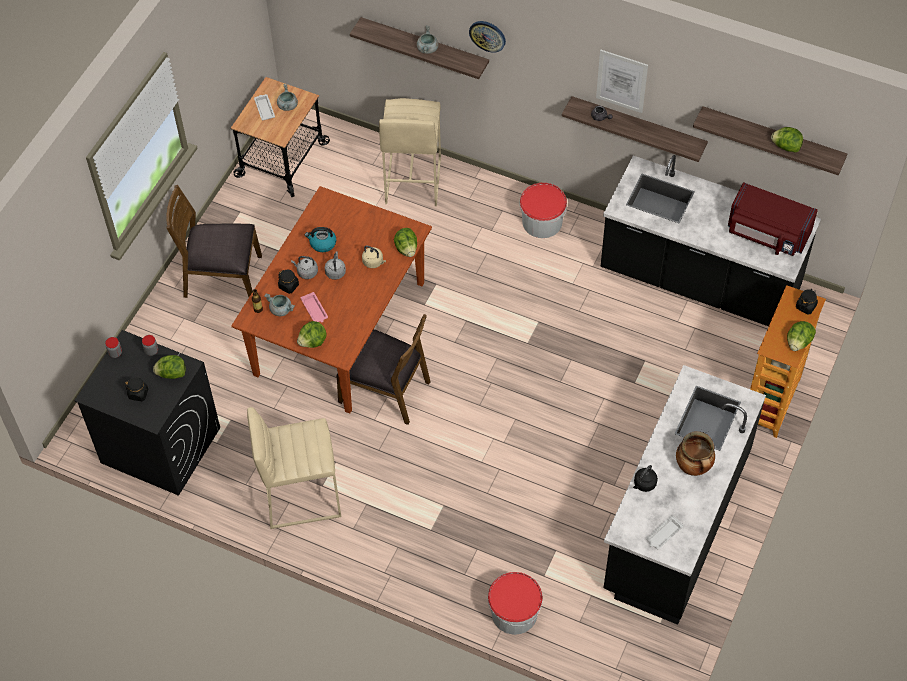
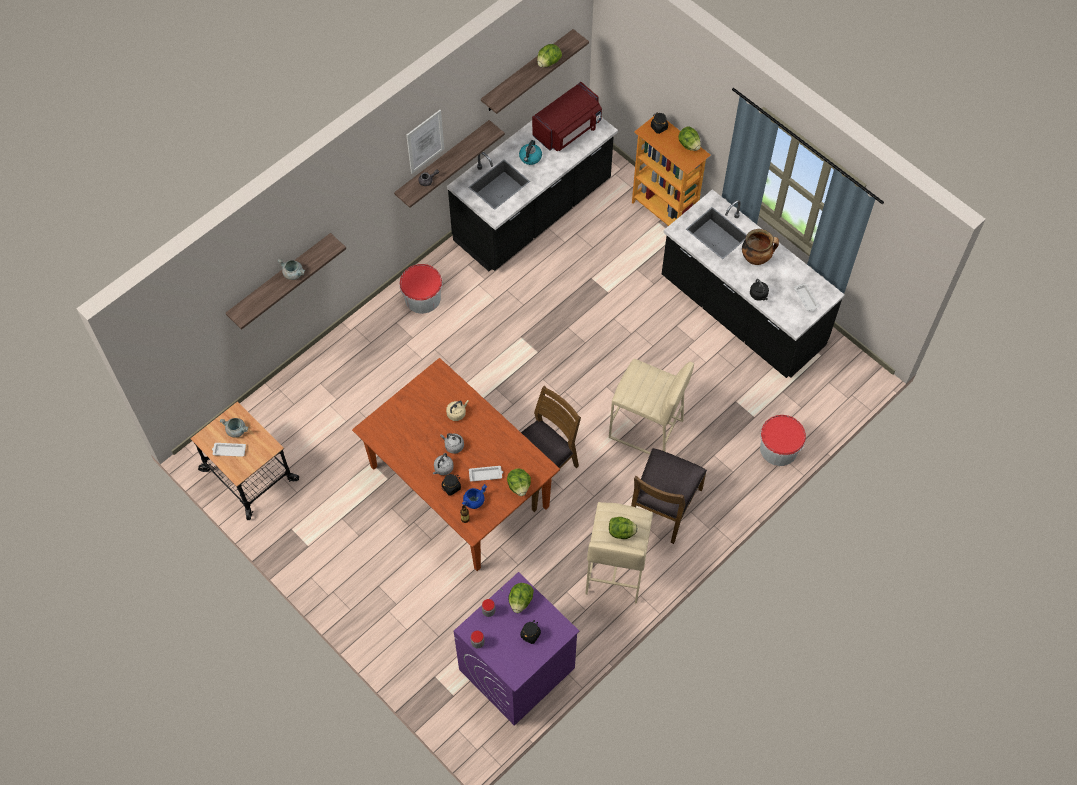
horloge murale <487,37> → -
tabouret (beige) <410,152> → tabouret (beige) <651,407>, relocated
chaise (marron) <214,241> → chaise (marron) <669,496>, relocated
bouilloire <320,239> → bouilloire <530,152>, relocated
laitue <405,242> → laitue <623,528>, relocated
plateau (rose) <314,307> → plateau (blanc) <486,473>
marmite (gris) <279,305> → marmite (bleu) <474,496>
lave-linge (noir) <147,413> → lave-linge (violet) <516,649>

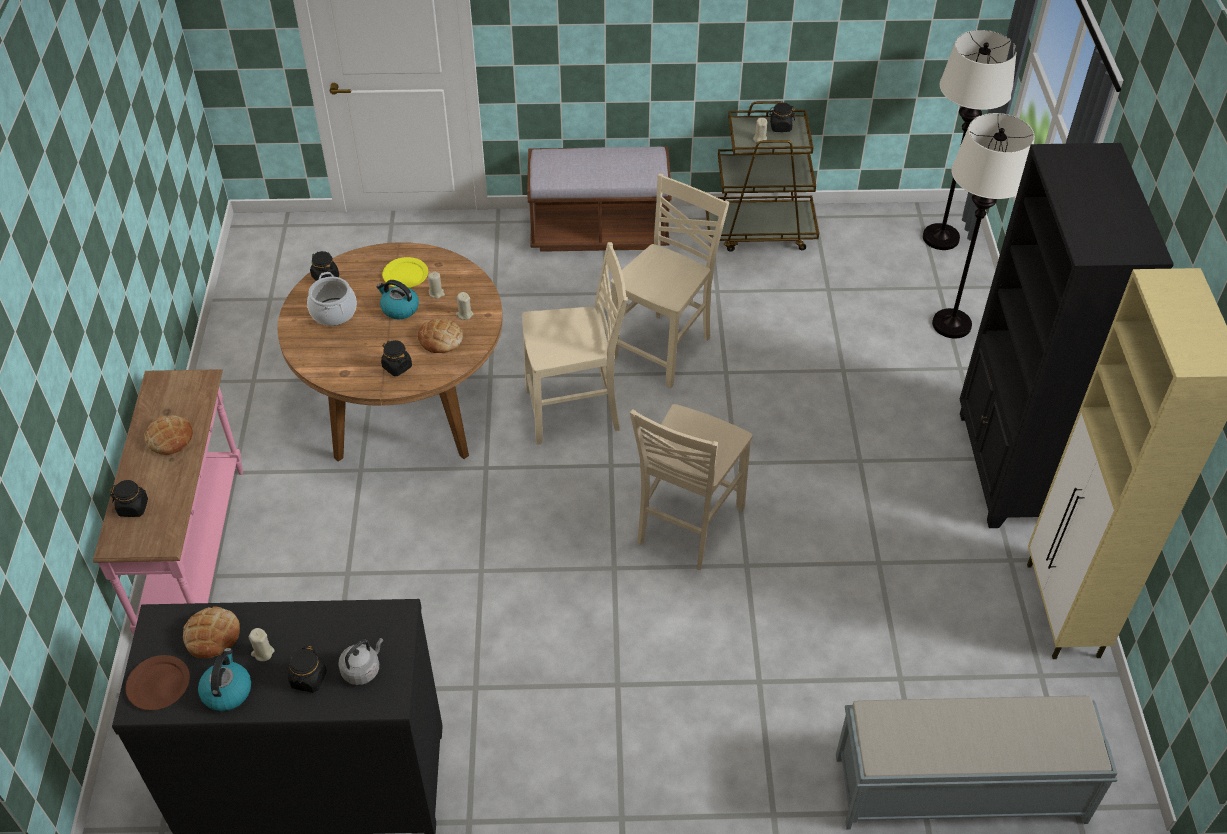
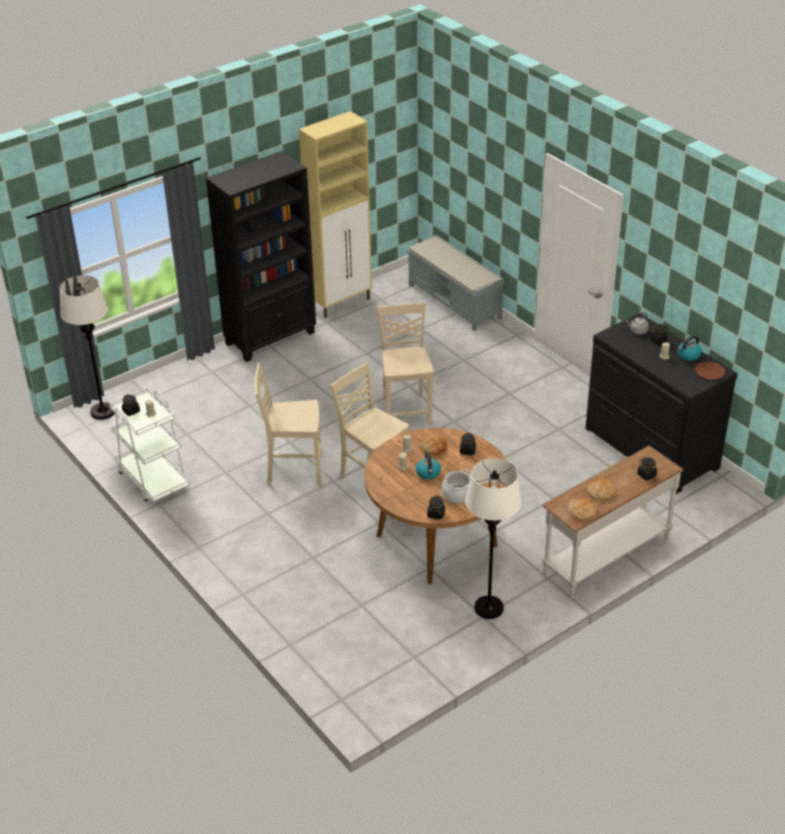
chariot (marron) <762,176> → chariot (blanc) <150,445>
lampadaire (blanc) <983,225> → lampadaire (blanc) <493,538>, relocated
banc (marron) <599,199> → -
assiette (jaune) <405,272> → -
table console (rose) <168,501> → table console (blanc) <612,522>
chaise (beige) <691,487> → chaise (beige) <405,364>, 90 degrees counterclockwise
pain <211,632> → pain <582,509>, relocated

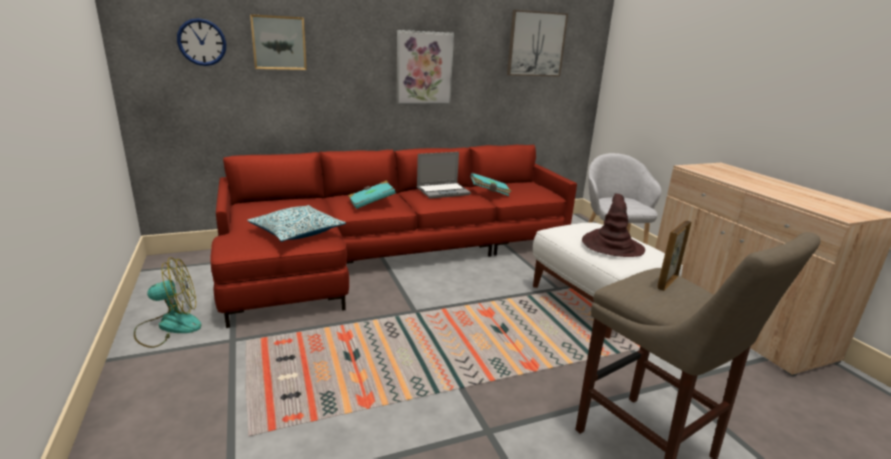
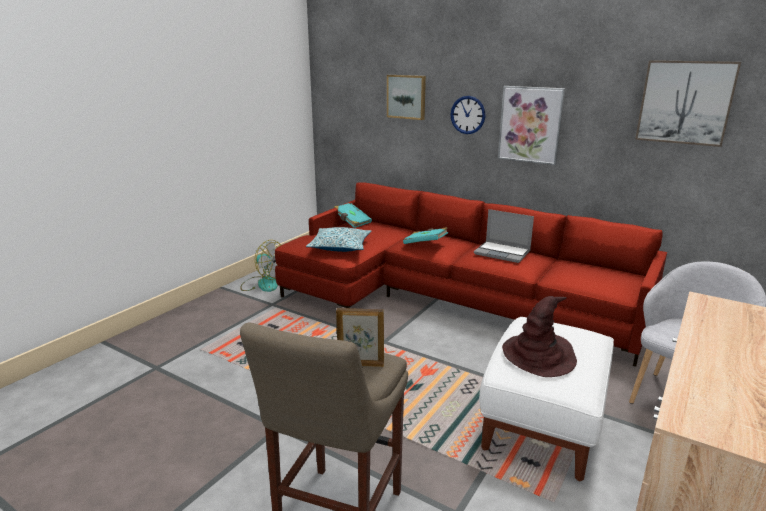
horloge murale <201,42> → horloge murale <468,115>, relocated
livre (turquoise) <491,184> → livre (turquoise) <353,215>, relocated

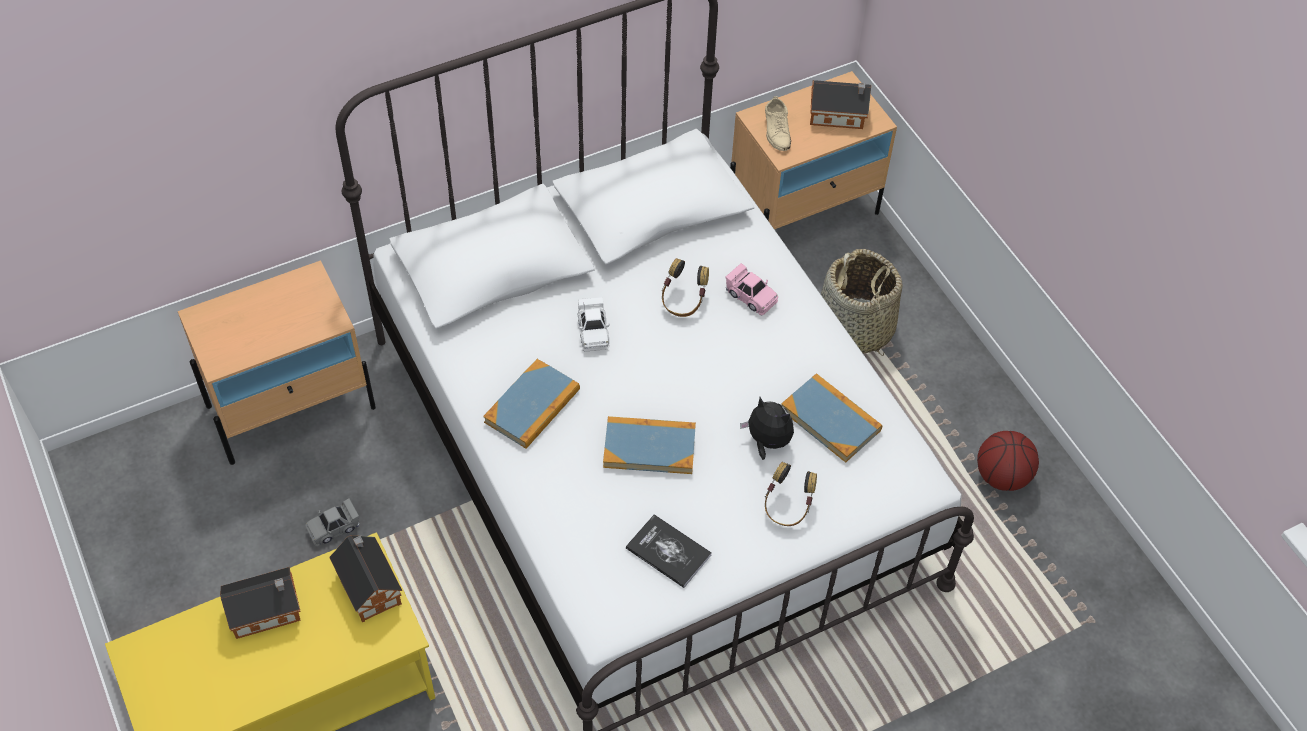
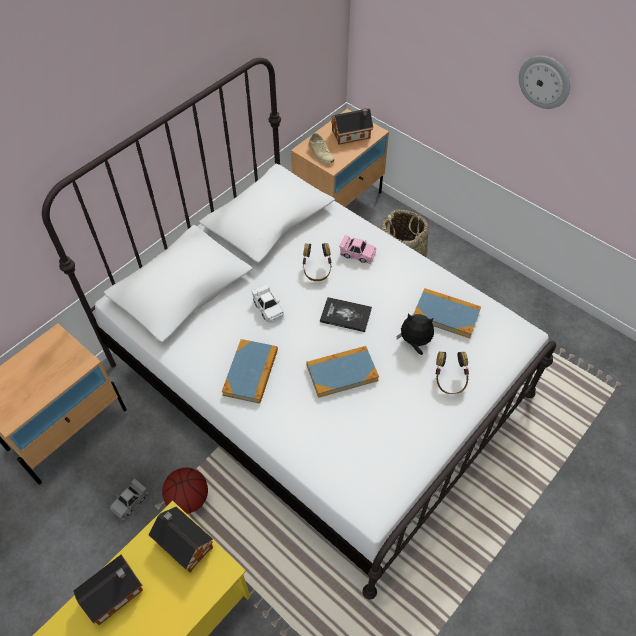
ballon de basket <1008,461> → ballon de basket <185,491>, relocated
livre <669,551> → livre <346,314>, relocated
- → horloge murale <544,82>

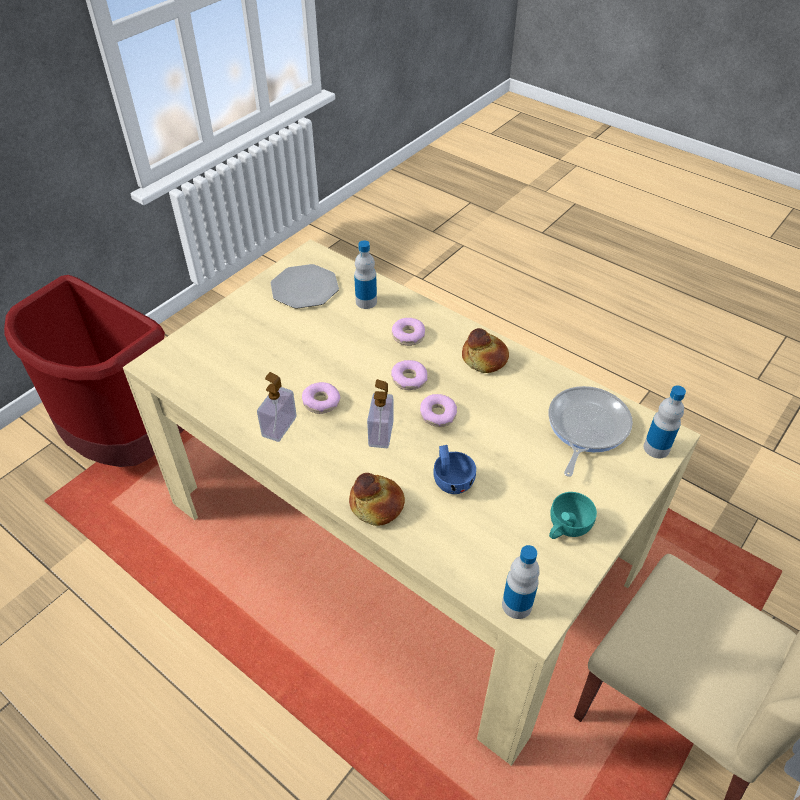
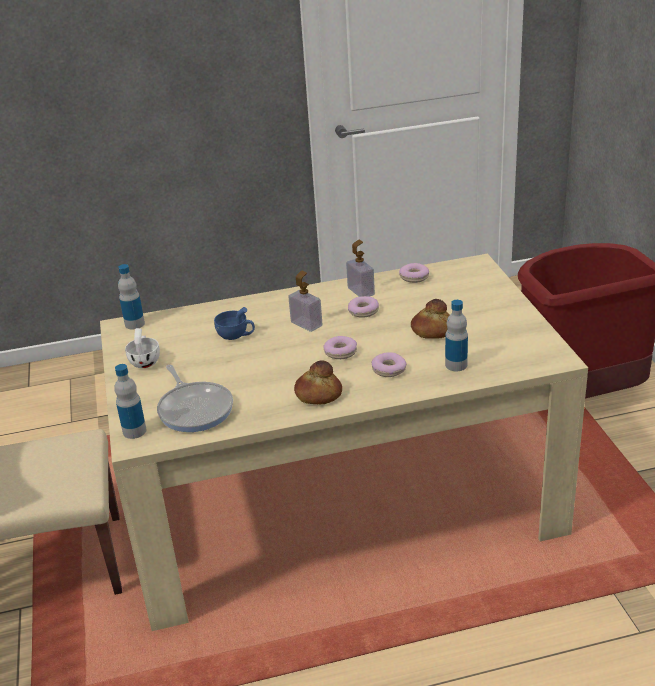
assiette <305,286> → -
beignet <438,410> → beignet <414,273>, relocated
pain <377,499> → pain <430,319>, relocated
tasse (turquoise) <573,515> → tasse (blanc) <142,348>

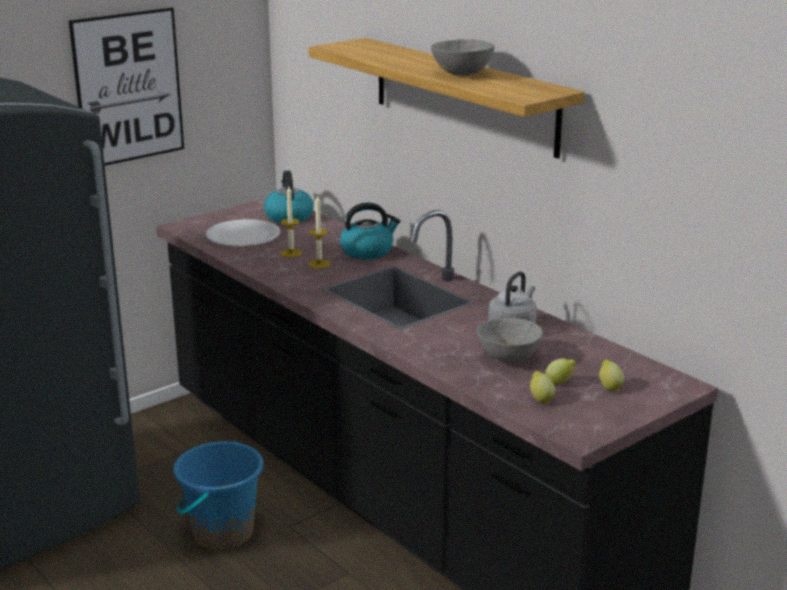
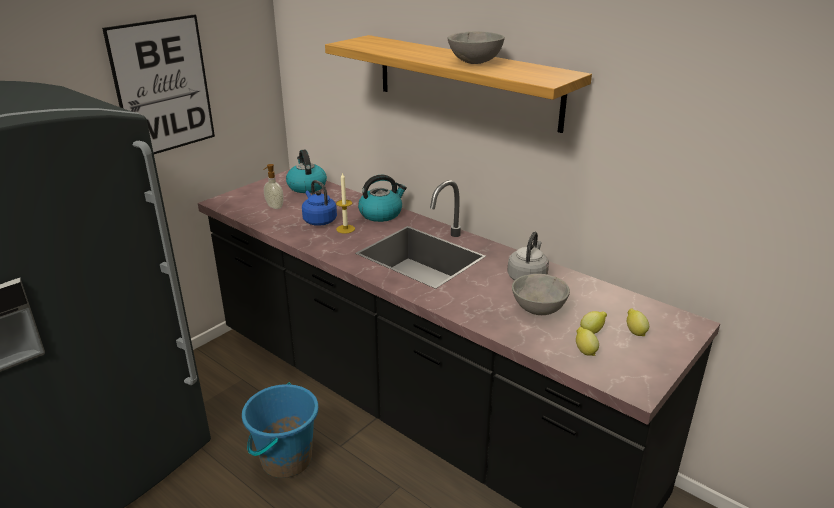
bougie <291,221> → bouilloire (bleu) <319,203>
assiette (blanc) <243,232> → distributeur de savon <273,186>

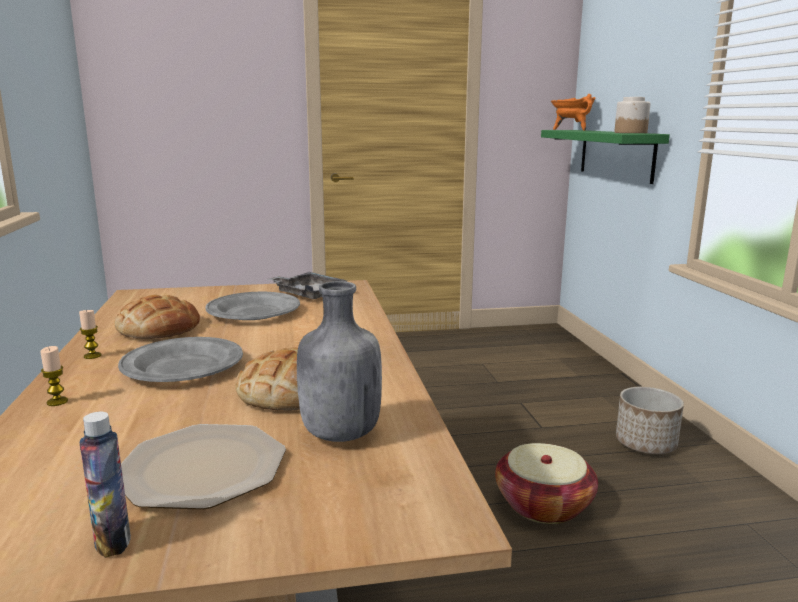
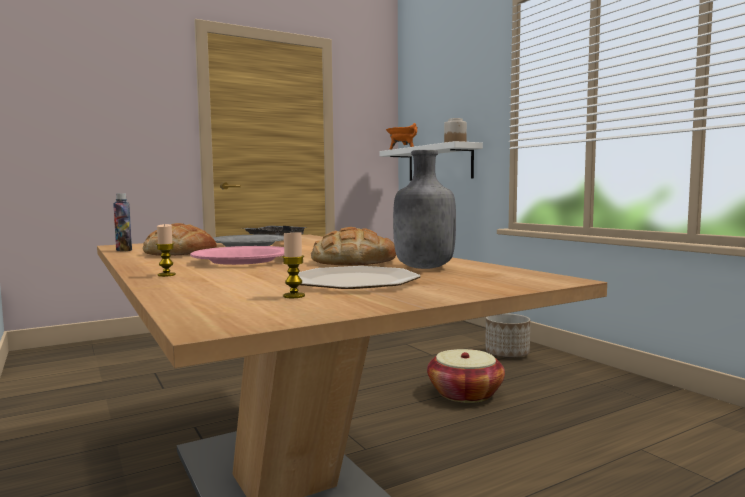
étagère (vert) <605,157> → étagère (blanc) <431,161>
bougie <90,334> → bougie <293,264>, relocated
assiette (gris) <180,359> → assiette (rose) <237,255>
bouteille <105,485> → bouteille <122,222>, relocated

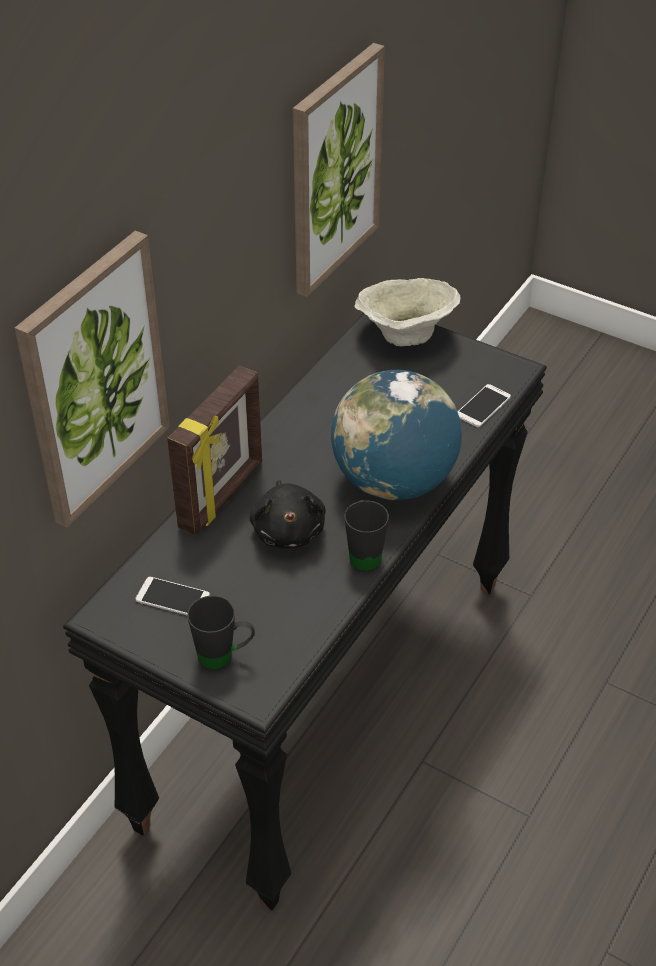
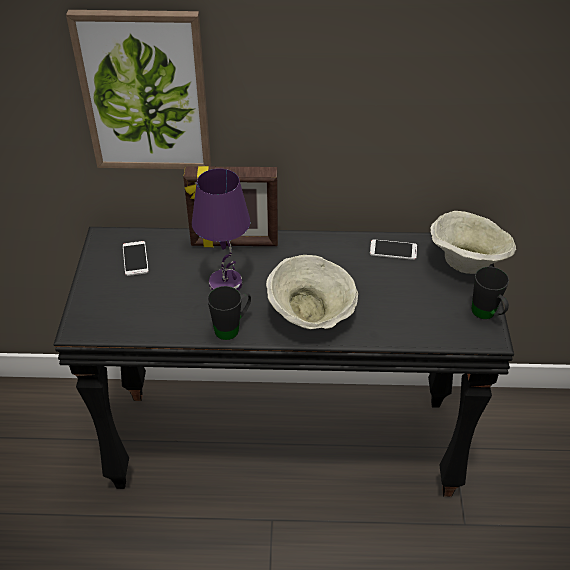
tableau <339,170> → -
globe <396,435> → bol (beige) <312,292>
téléphone <484,405> → téléphone <393,249>, relocated
peluche (noir) <288,514> → lampe de table (violet) <221,229>
mug (noir) <221,632> → mug (noir) <490,293>, relocated

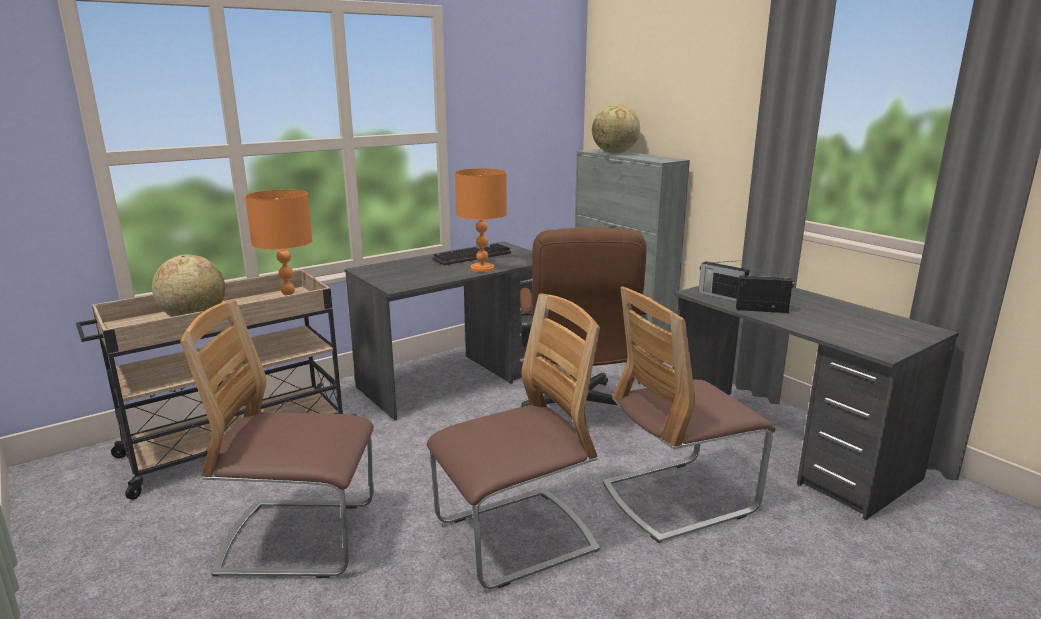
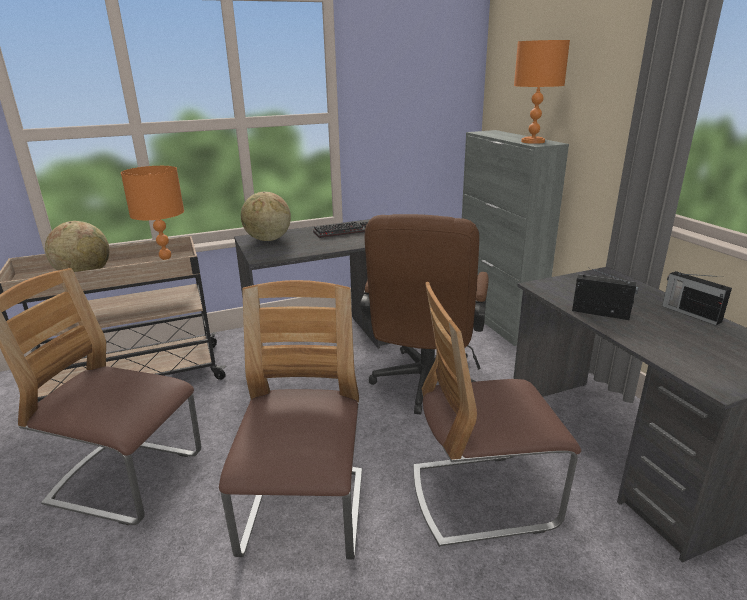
globe <616,128> → globe <266,216>, relocated
lampe de table (orange) <481,220> → lampe de table (orange) <542,92>, relocated
radio <723,281> → radio <697,298>, relocated
chaise <513,441> → chaise <290,420>, 75 degrees counterclockwise

